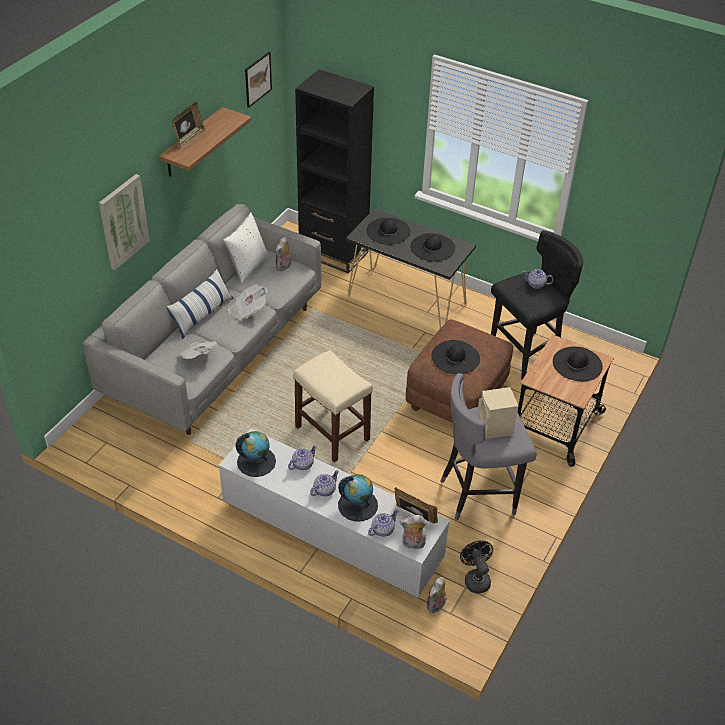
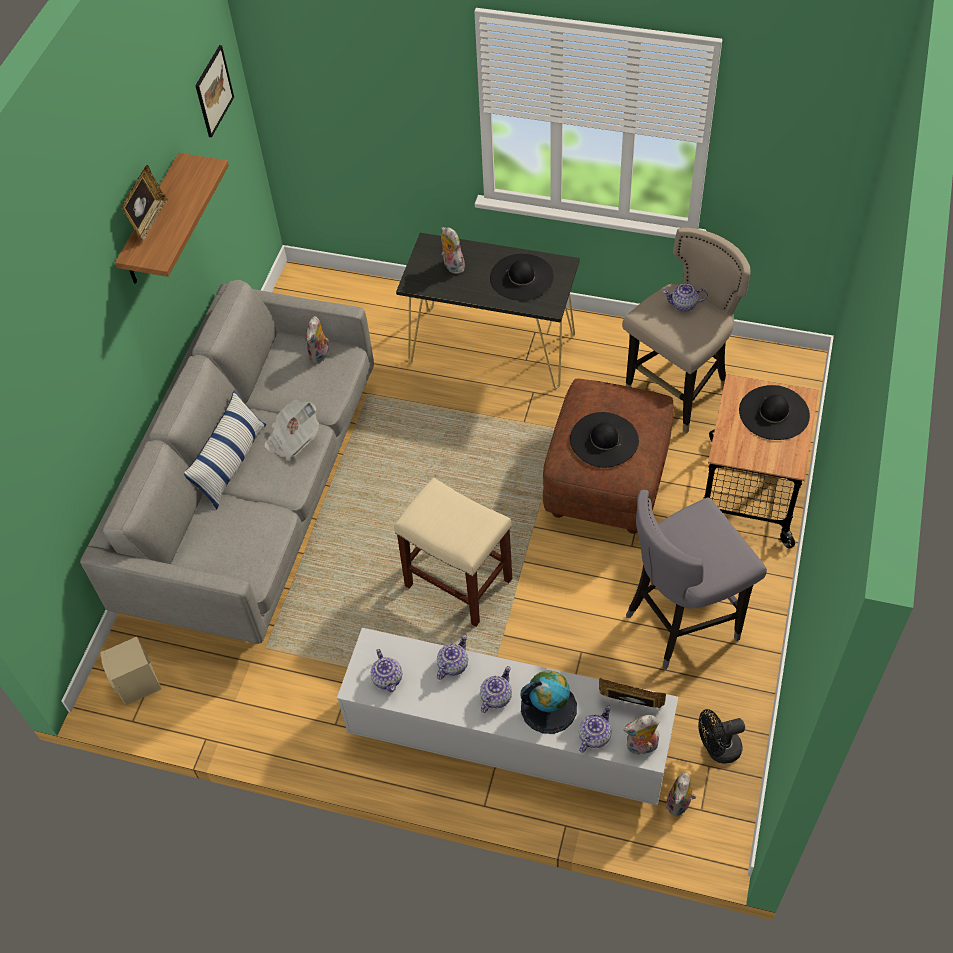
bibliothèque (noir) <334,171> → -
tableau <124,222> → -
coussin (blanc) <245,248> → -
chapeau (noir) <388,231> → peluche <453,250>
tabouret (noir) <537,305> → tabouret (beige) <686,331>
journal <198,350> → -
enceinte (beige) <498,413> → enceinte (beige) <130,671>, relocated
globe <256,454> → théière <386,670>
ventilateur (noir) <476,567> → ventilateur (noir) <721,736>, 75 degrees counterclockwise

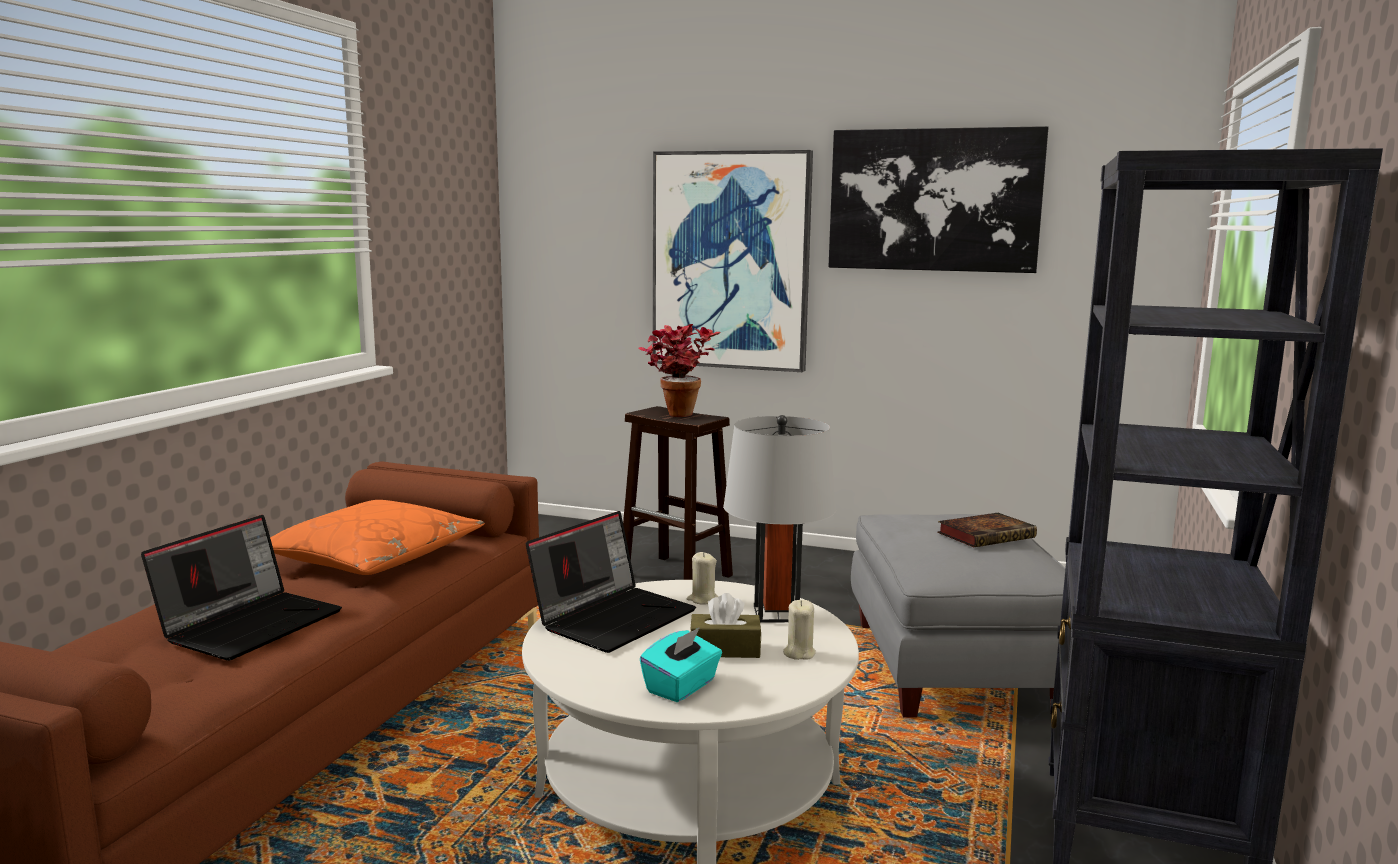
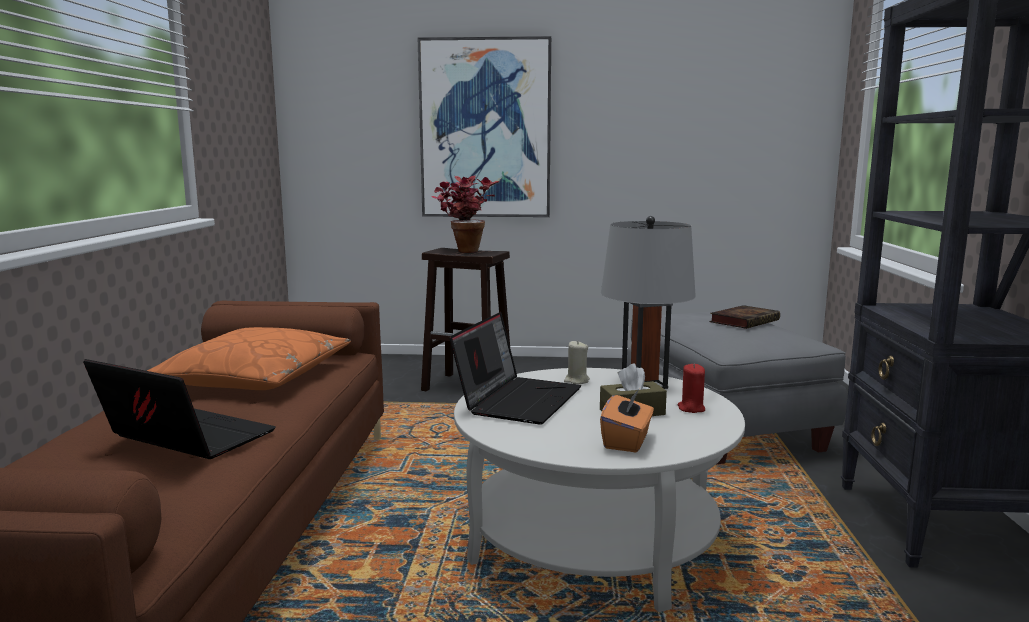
tableau <938,199> → -
ordinateur portable <241,587> → ordinateur portable <179,409>, 75 degrees counterclockwise
bougie (beige) <799,630> → bougie (rouge) <691,388>
boîte à mouchoirs (turquoise) <681,664> → boîte à mouchoirs (orange) <627,420>

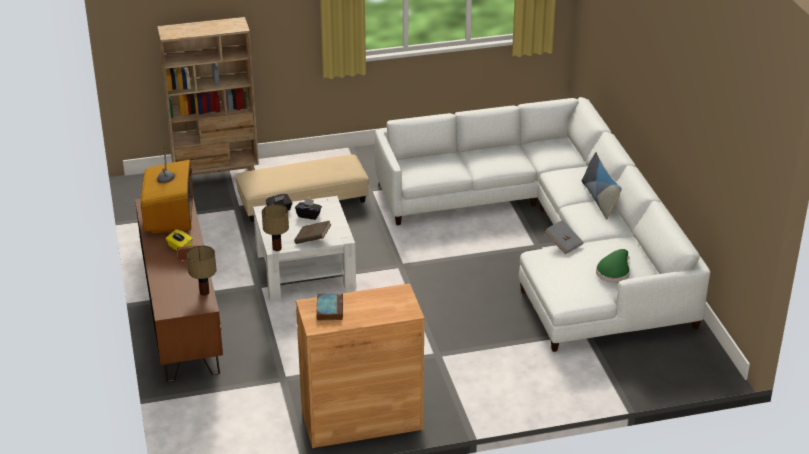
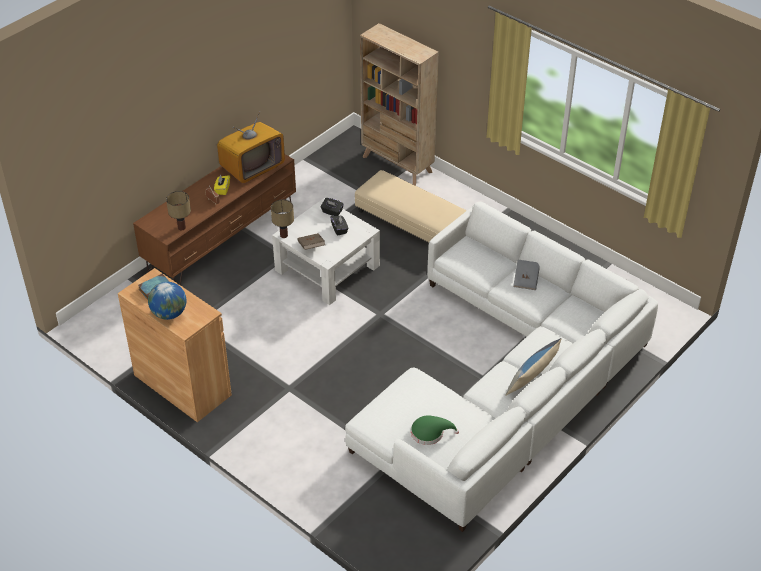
livre (gris) <564,237> → livre (gris) <526,275>, relocated
- → globe <167,301>

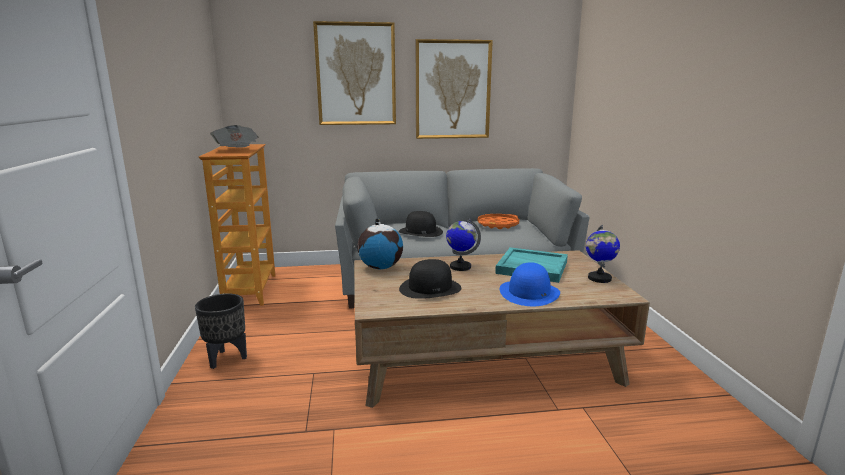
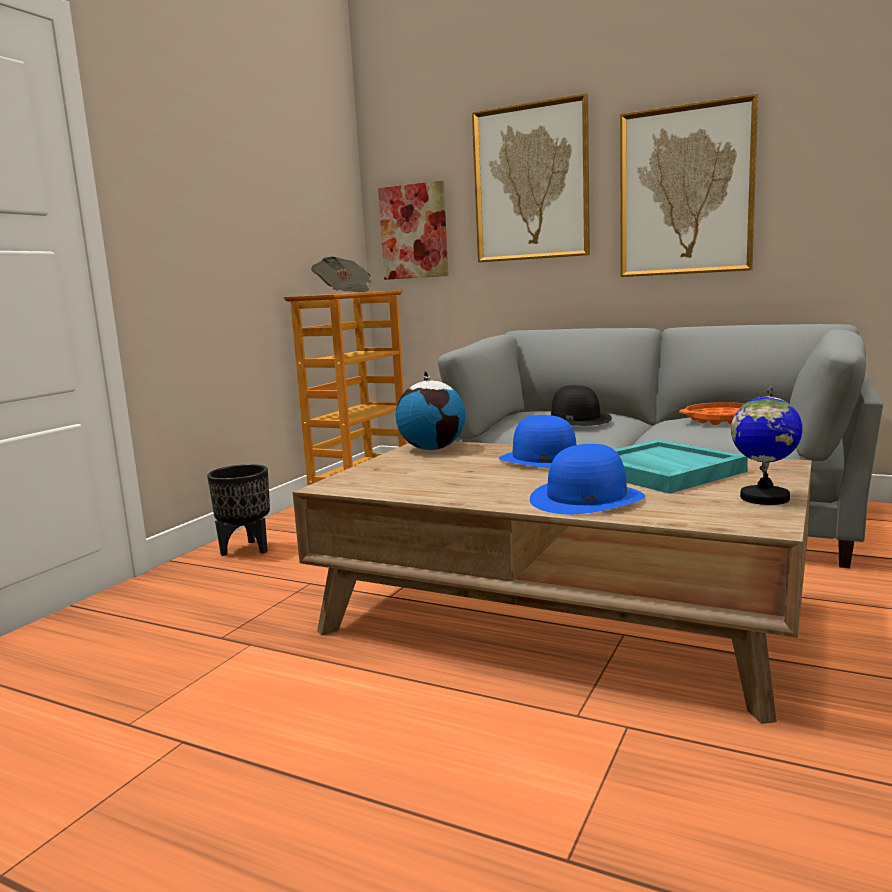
globe <463,244> → chapeau (bleu) <538,441>
chapeau (noir) <430,279> → -
- → tableau <413,230>

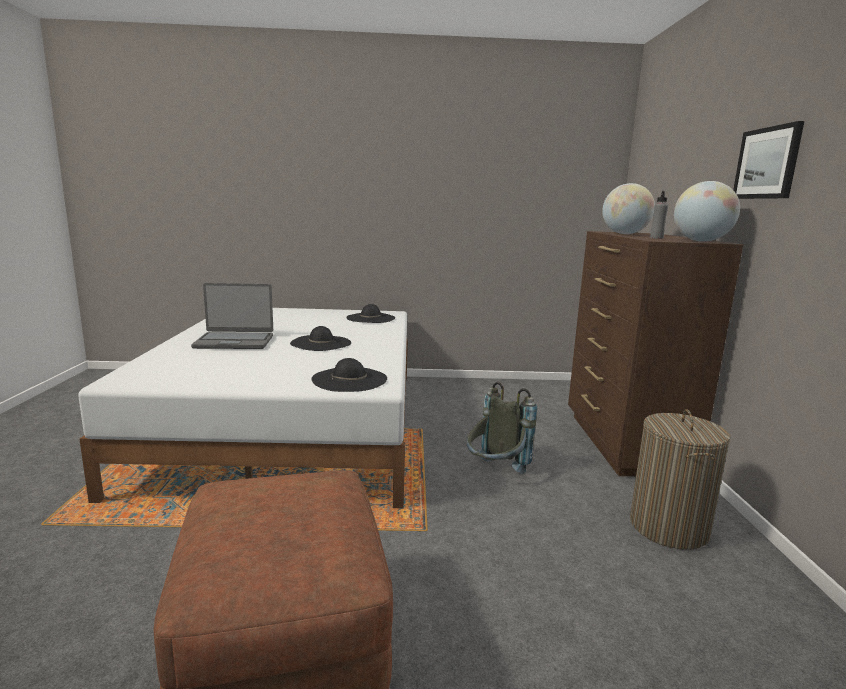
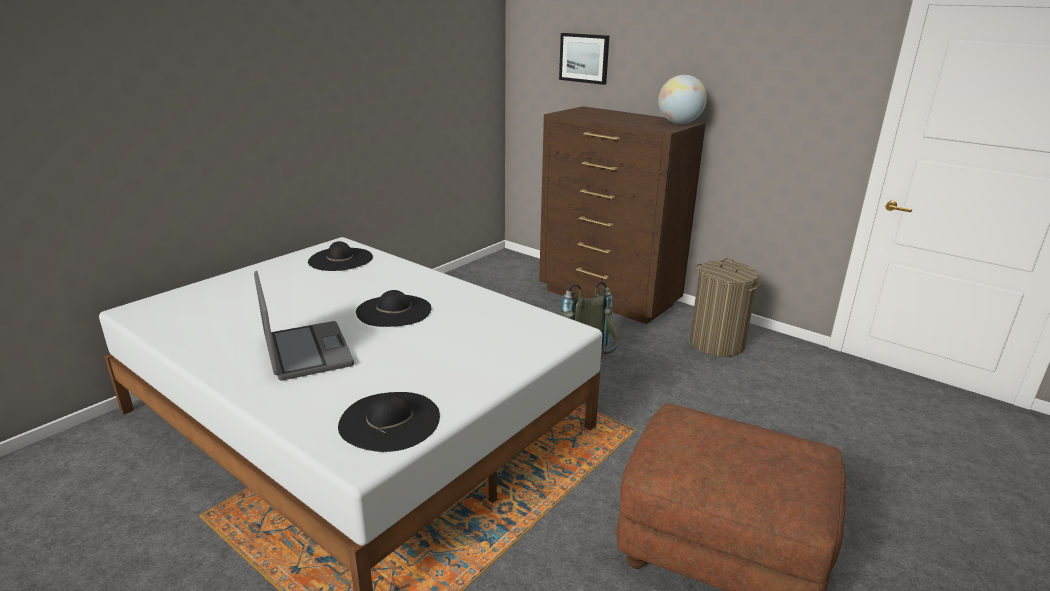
tableau <768,160> → tableau <584,59>, relocated
globe <628,208> → -
bouteille (gris) <659,215> → -
ordinateur portable <232,316> → ordinateur portable <304,326>, 60 degrees counterclockwise
chapeau (noir) <349,375> → chapeau (noir) <389,422>, relocated

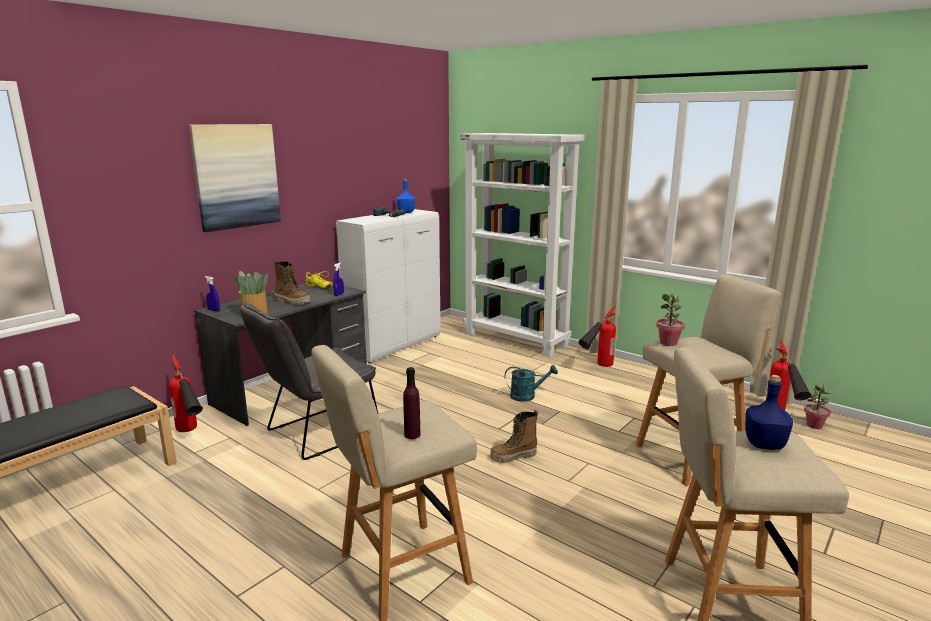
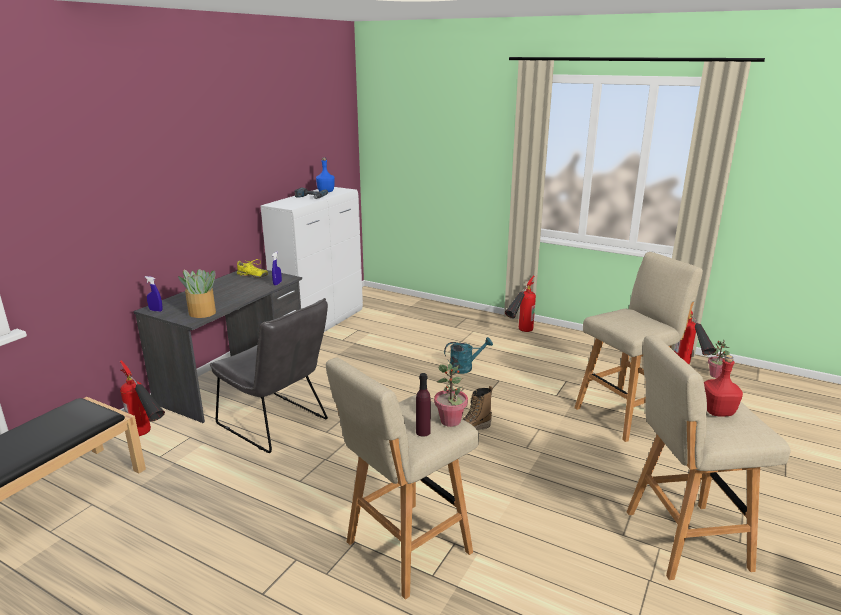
tableau <235,178> → -
bibliothèque (blanc) <523,245> → -
botte <292,282> → -
plante en pot <670,319> → plante en pot <451,395>, relocated
chaise (gris) <309,381> → chaise (gris) <269,375>, 90 degrees counterclockwise
bouteille (bleu) <769,412> → bouteille (rouge) <723,386>

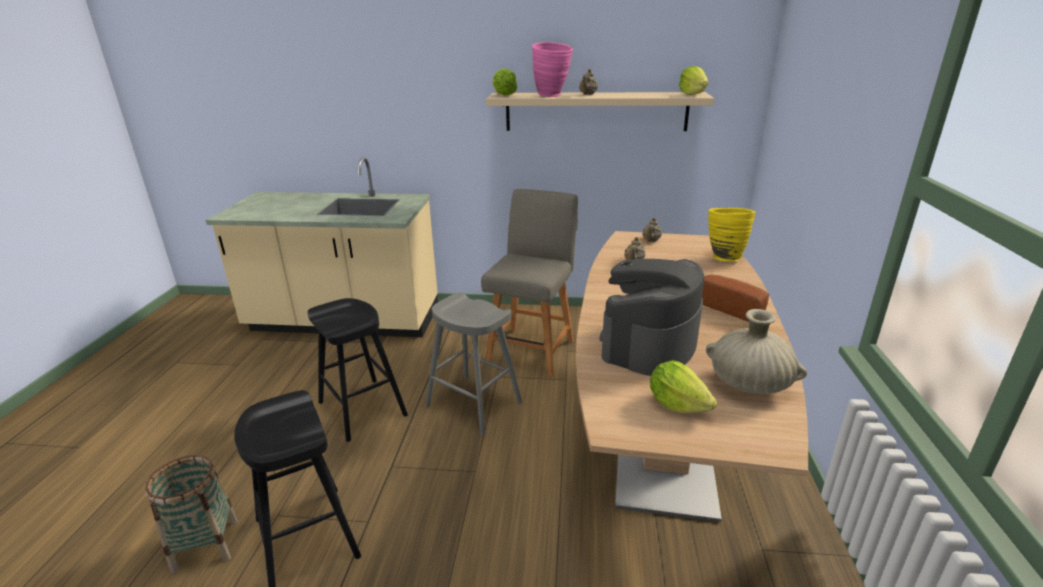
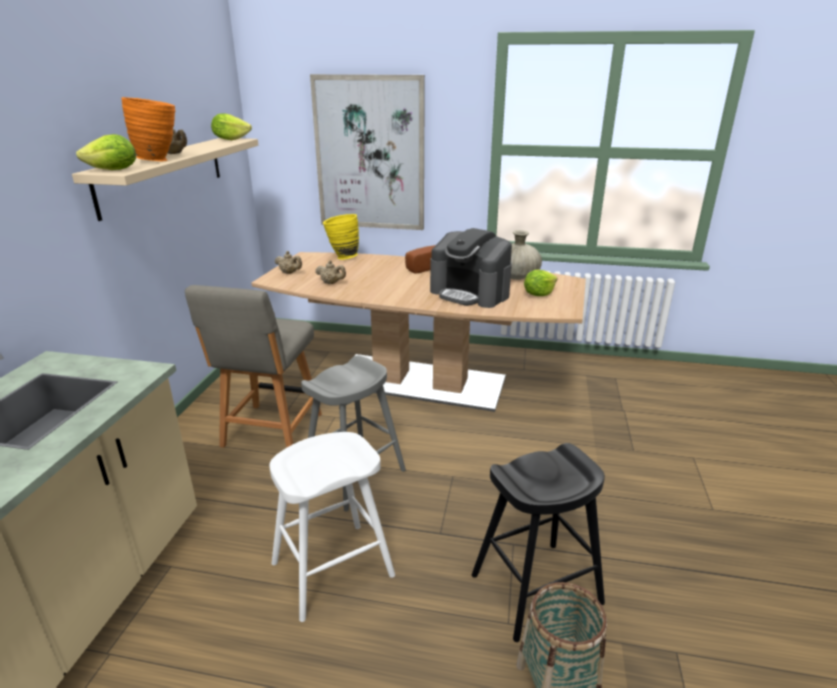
vase (rose) <552,69> → vase (orange) <148,129>
chaise (gris) <529,283> → chaise (gris) <253,366>, 105 degrees counterclockwise
tabouret (noir) <358,370> → tabouret (blanc) <332,527>
- → tableau <367,152>

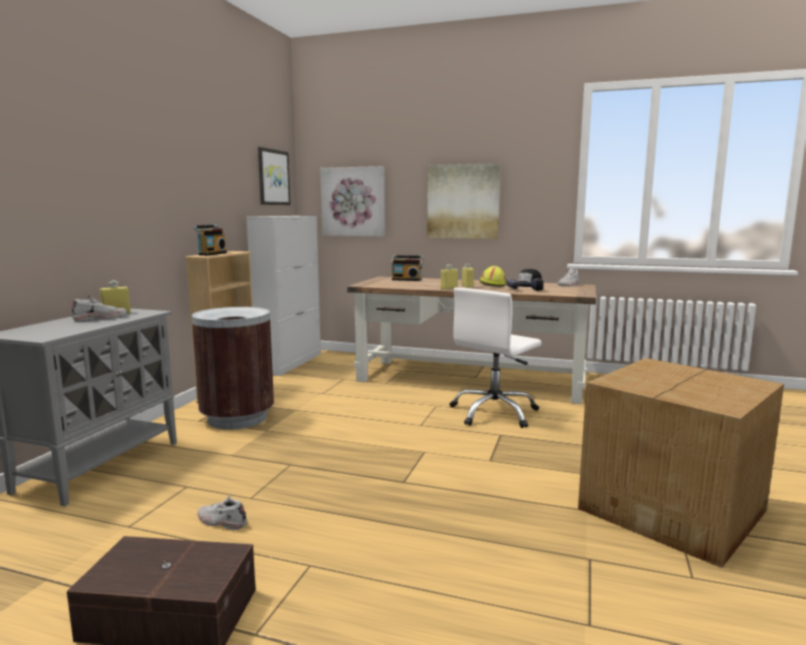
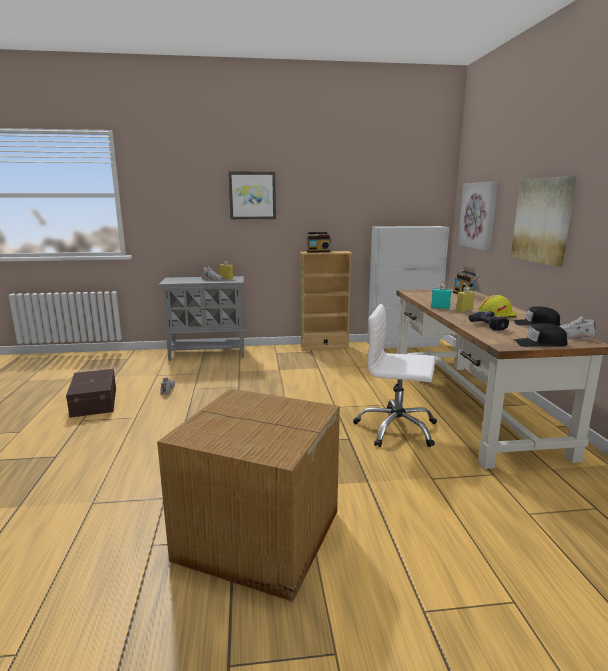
tableau <274,176> → tableau <252,195>, relocated
bouteille (jaune) <449,277> → bouteille (turquoise) <441,296>
poubelle (marron) <233,368> → -
- → casquette (noir) <541,335>

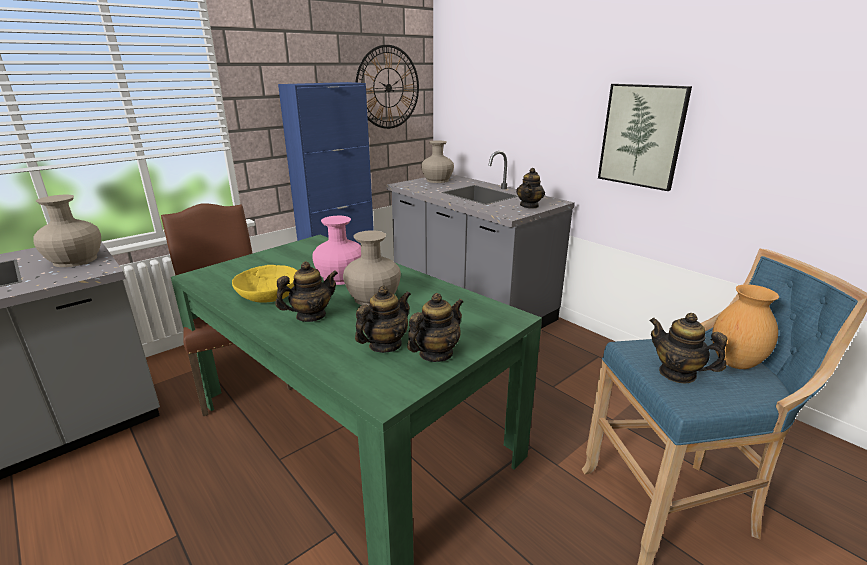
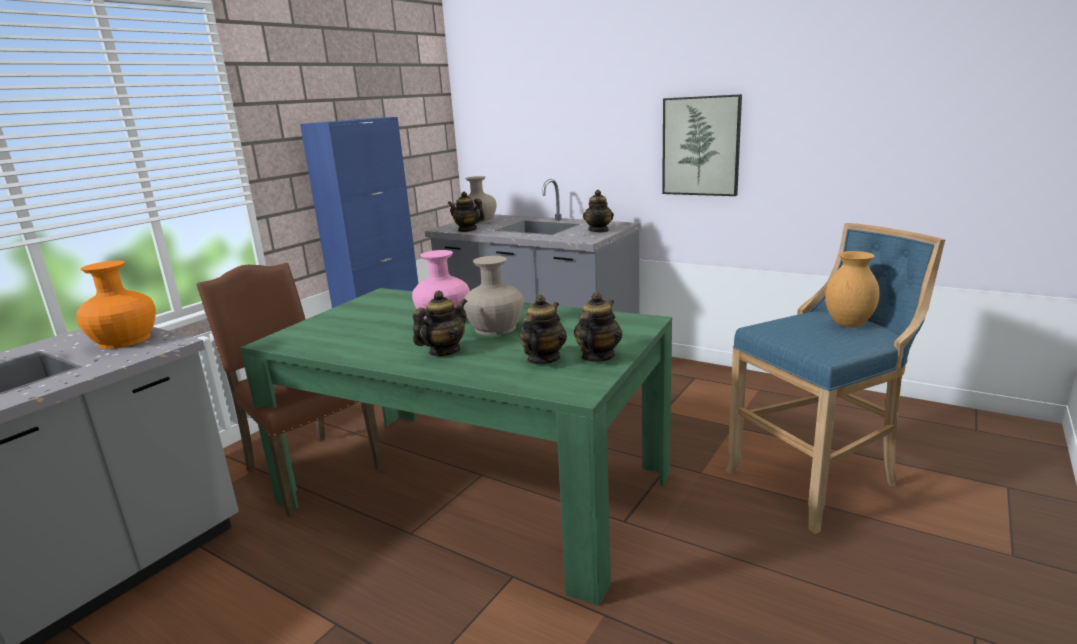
horloge murale <387,87> → -
vase (beige) <67,231> → vase (orange) <116,304>
bol (jaune) <264,284> → -
théière <688,348> → théière <466,212>, relocated

